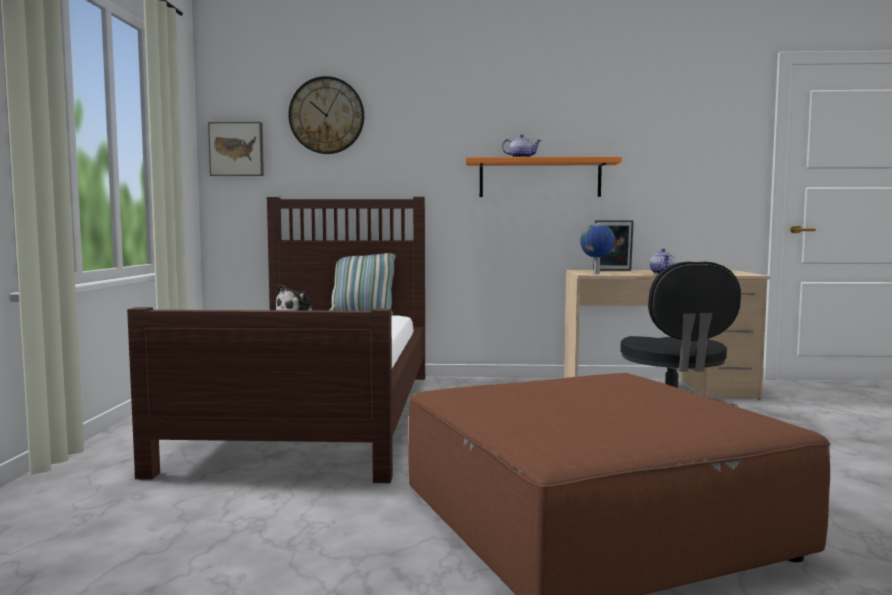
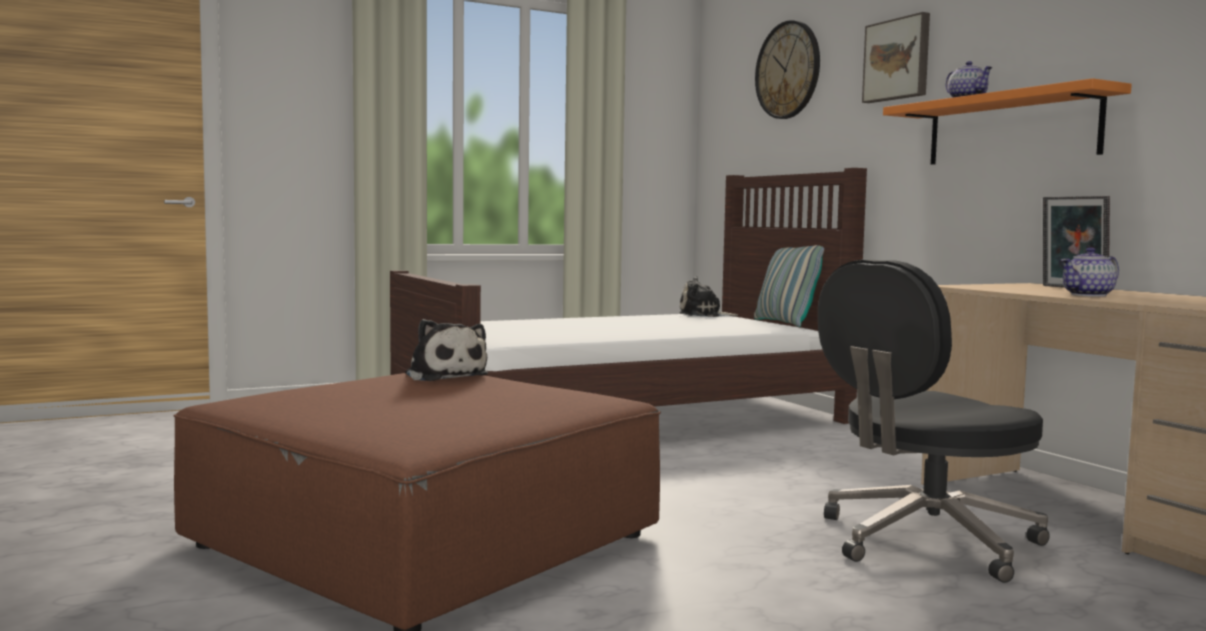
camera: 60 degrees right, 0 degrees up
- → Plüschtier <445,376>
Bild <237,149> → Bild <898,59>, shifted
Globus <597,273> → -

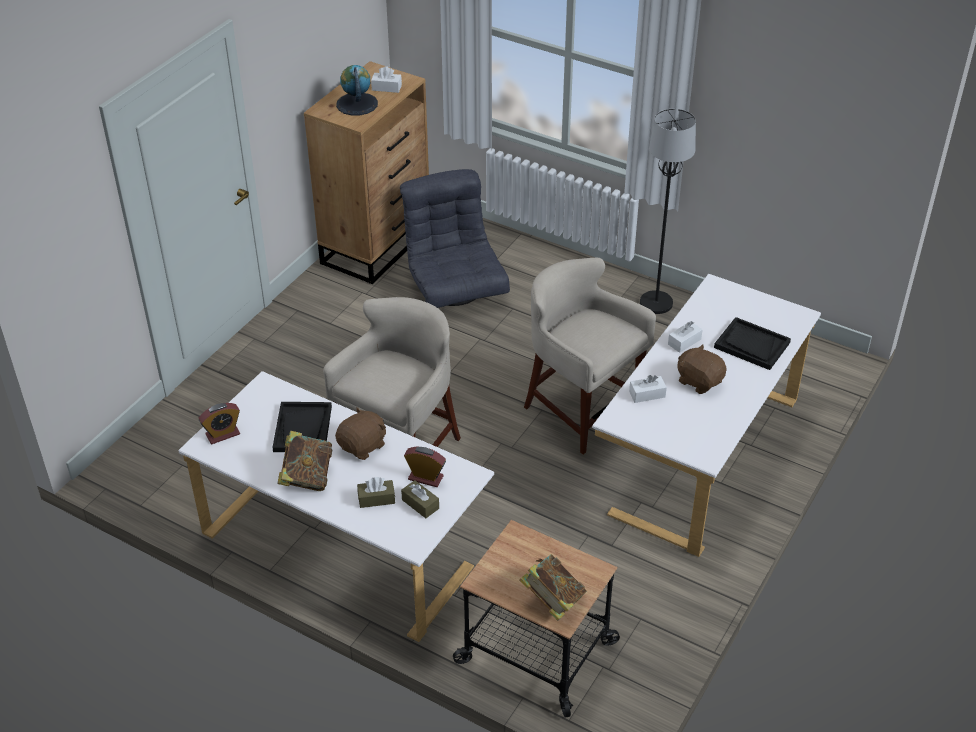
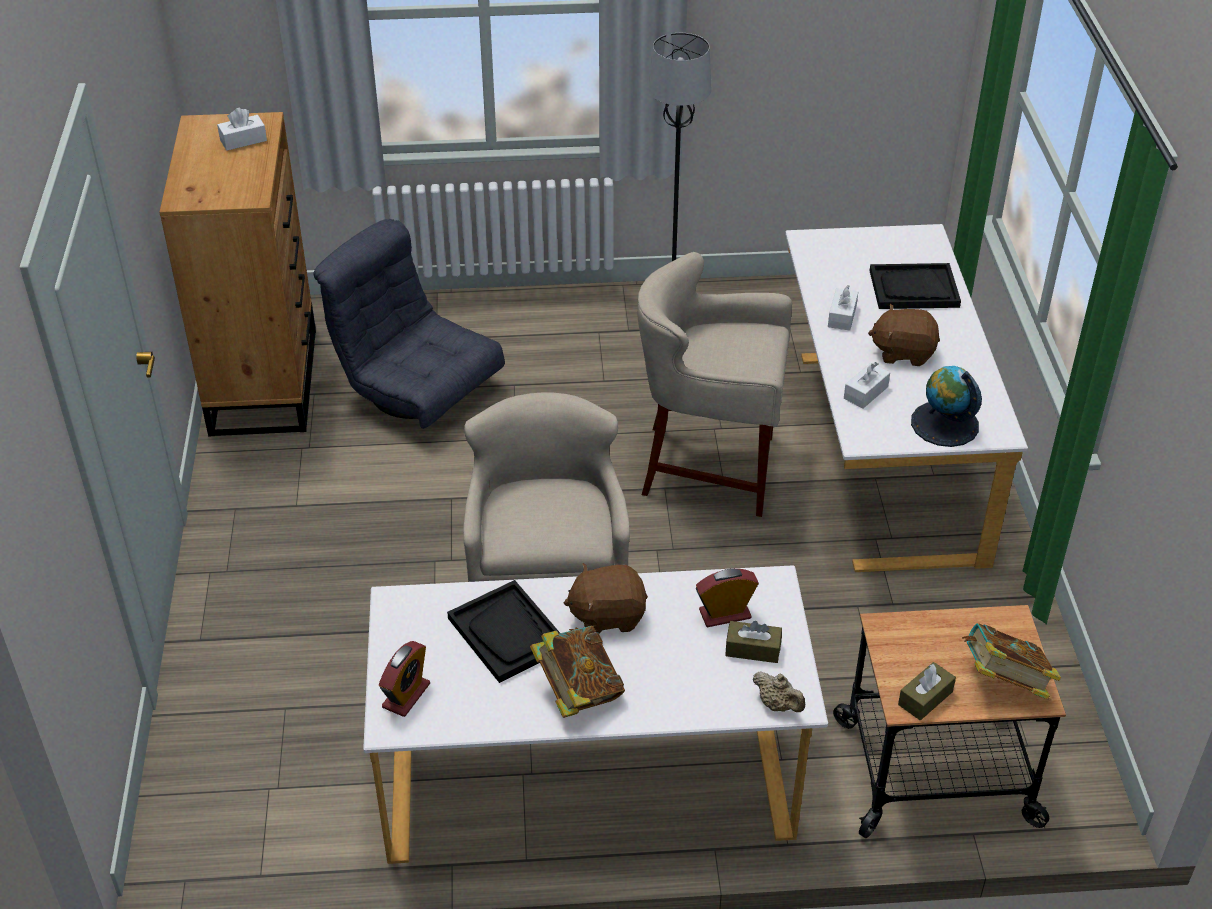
camera: 35 degrees left, 0 degrees up
Plüschtier/braun <363,446> → Plüschtier/braun <607,615>, 105 degrees counterclockwise
- → Teekanne/beige <778,705>
Taschentuchbox/braun <376,499> → Taschentuchbox/braun <925,698>, shifted
Globus <356,104> → Globus <944,424>, shifted

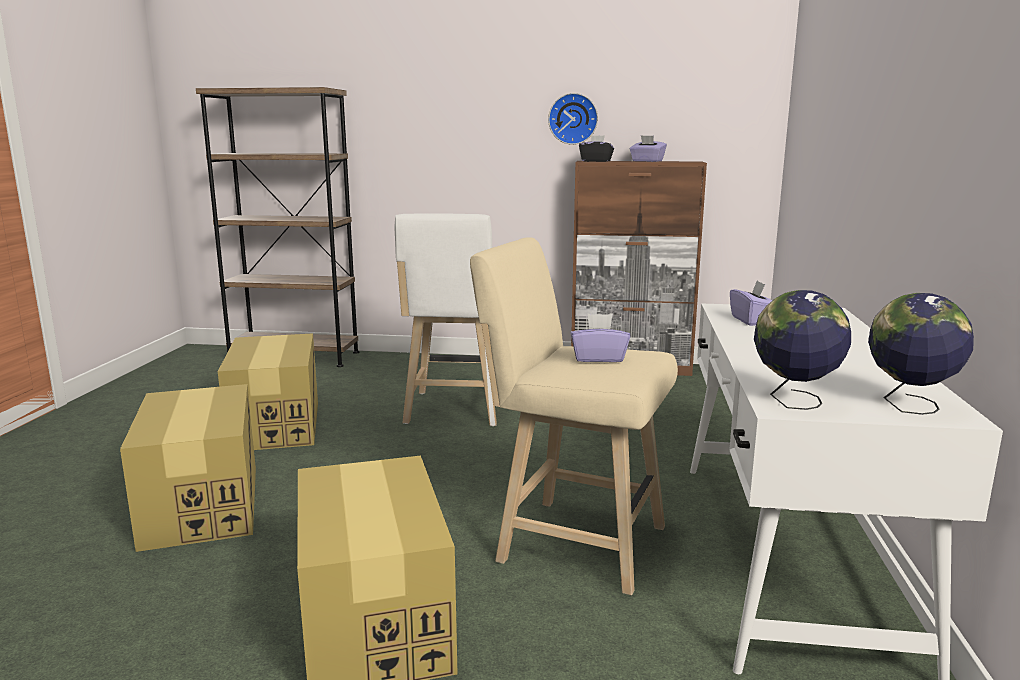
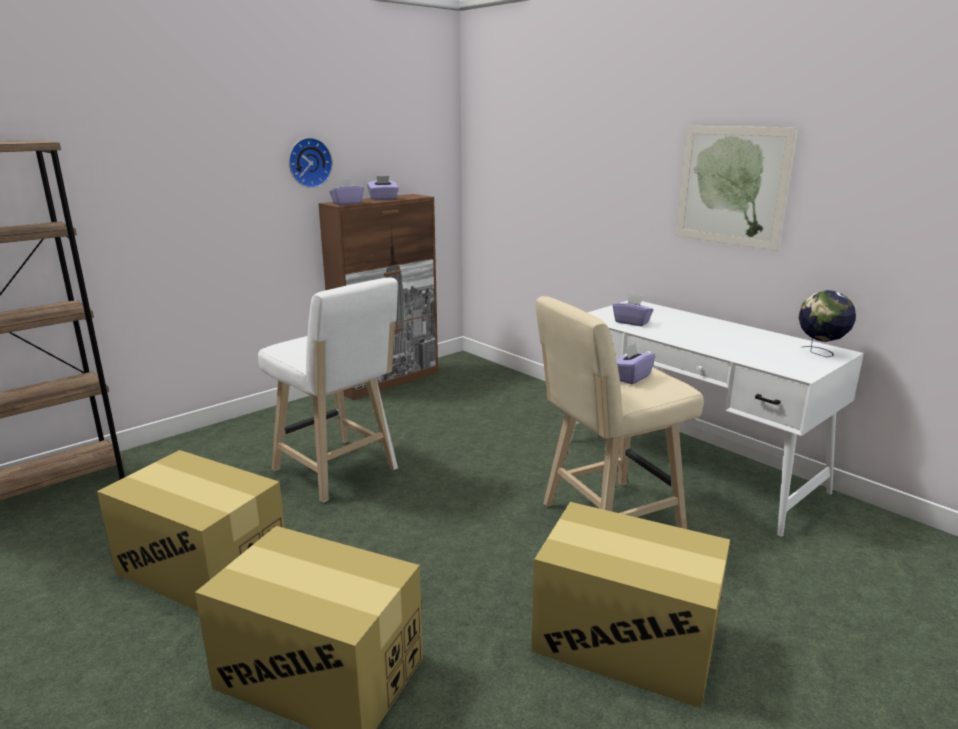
camera: 50 degrees left, 5 degrees up
Taschentuchbox/schwarz <596,161> → Taschentuchbox/lila <347,203>
- → Bild <732,186>
Globus <794,402> → -

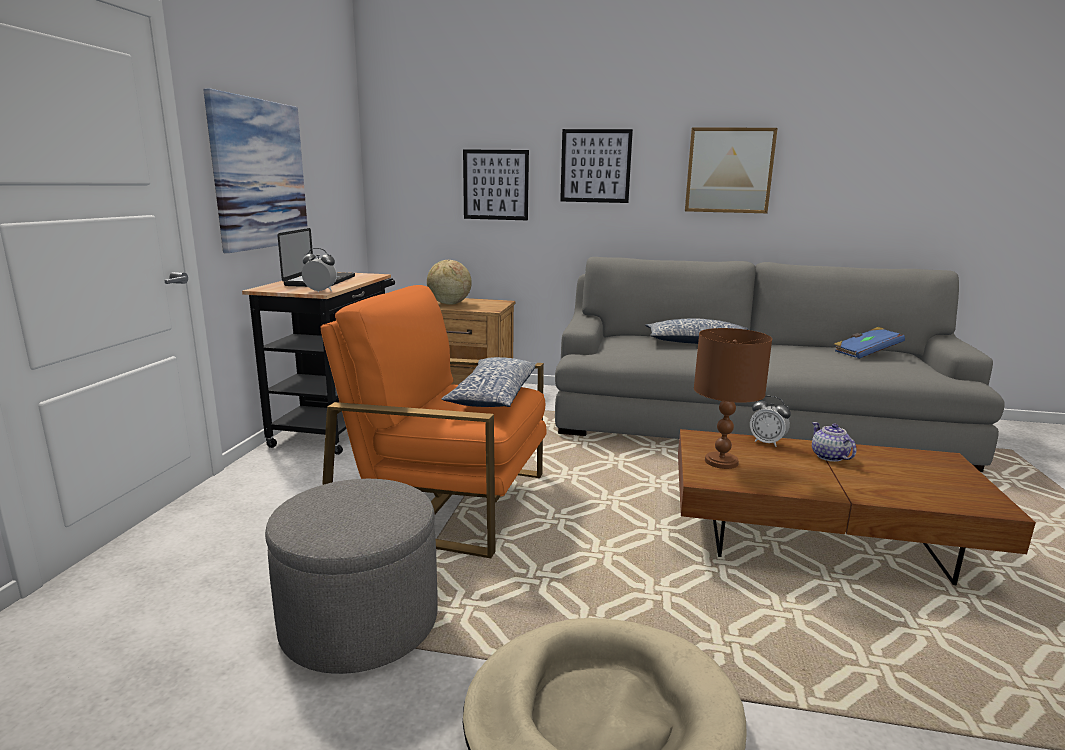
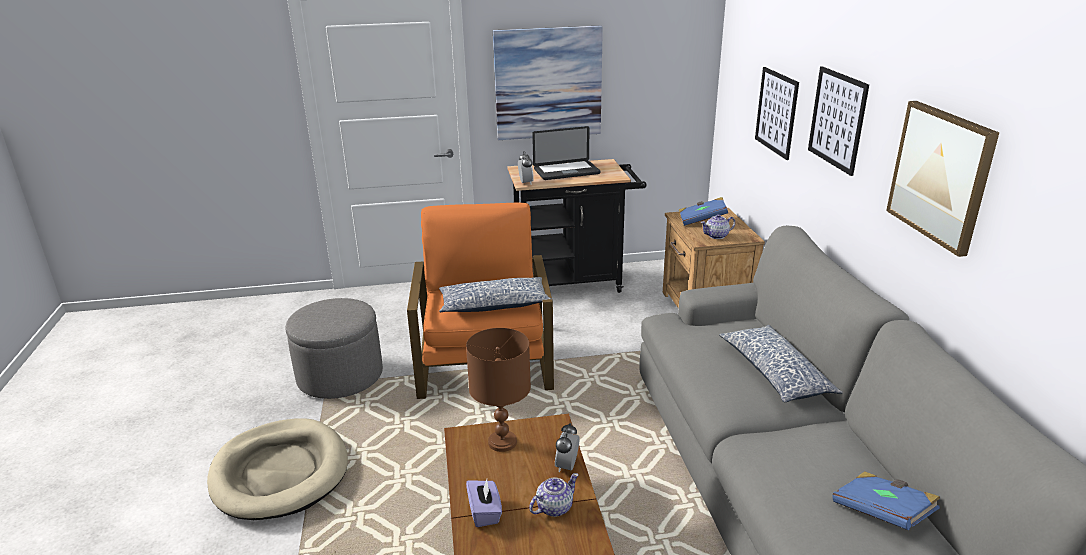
camera: 70 degrees right, 10 degrees up
- → Taschentuchbox/lila <485,512>
Globus <449,304> → Buch/blau <702,220>
- → Teekanne <717,236>

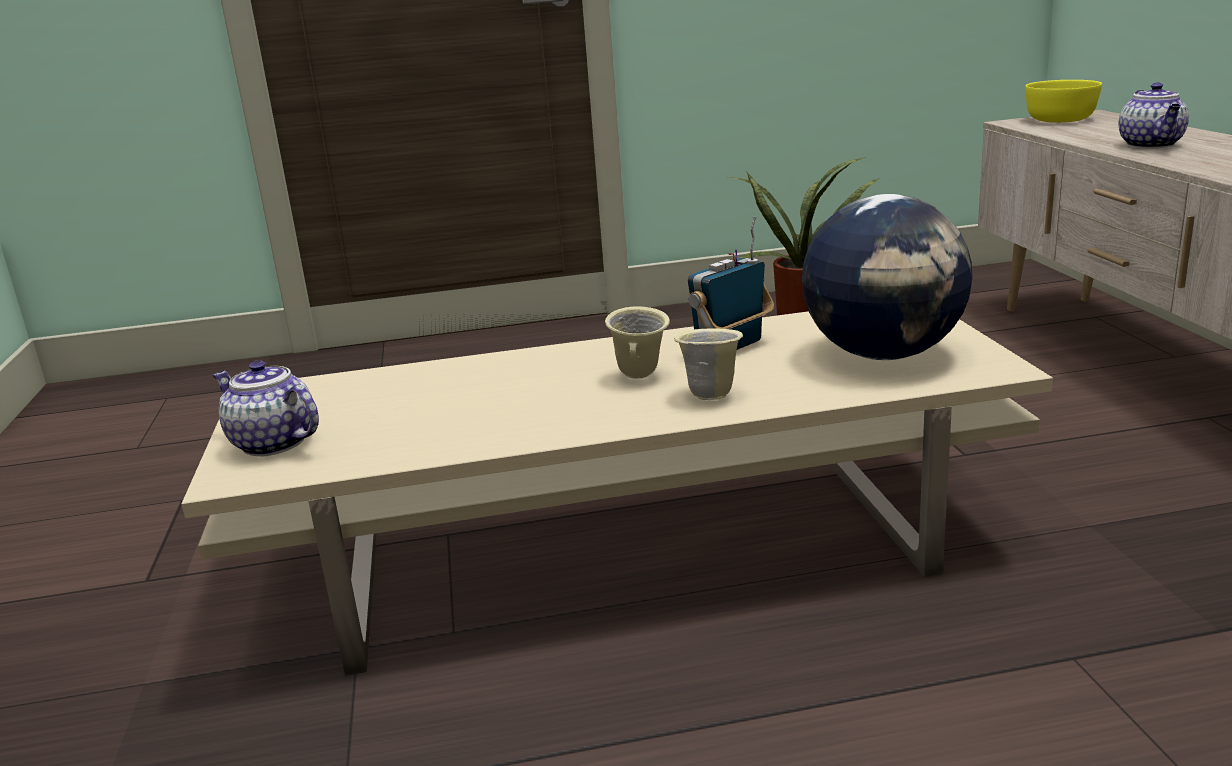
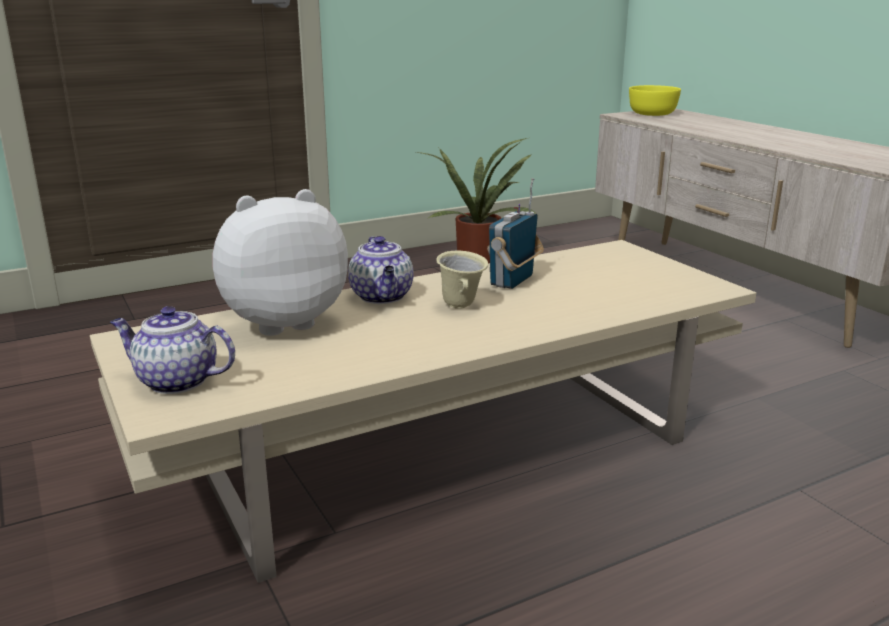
camera: 20 degrees left, 0 degrees up
- → Plüschtier <281,322>
Teekanne <1151,145> → Teekanne <382,297>, shifted
Henkelbecher/beige <710,395> → -
Globus <884,354> → -

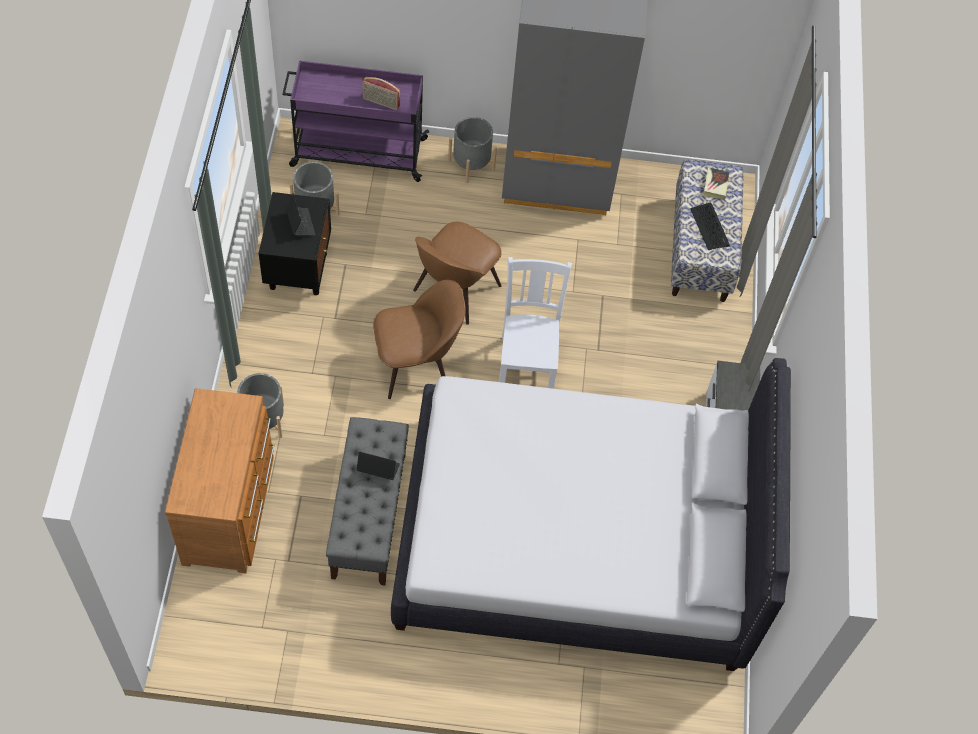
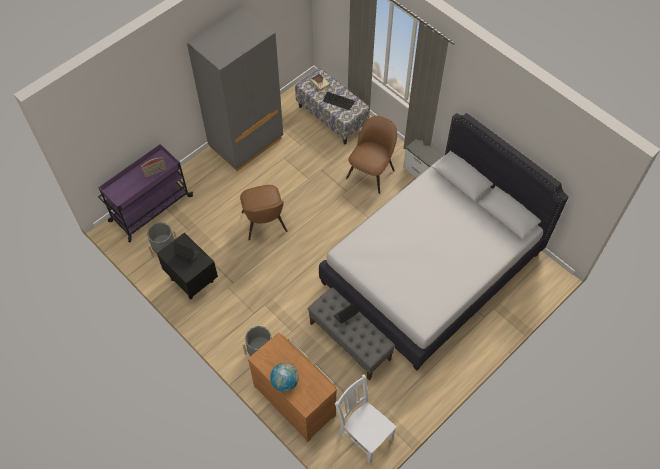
camera: 45 degrees left, 0 degrees up
- → Globus <285,382>
Stuhl/weiß <527,364> → Stuhl/weiß <364,434>, shifted
Stuhl/braun <417,364> → Stuhl/braun <371,172>, shifted
Pflanzkübel/grau <471,165> → -

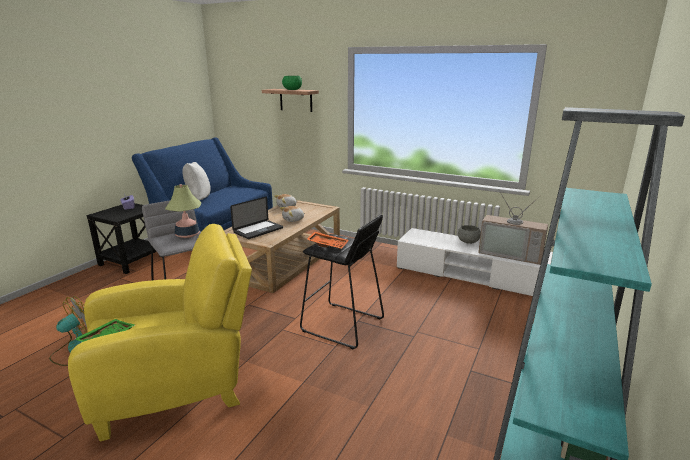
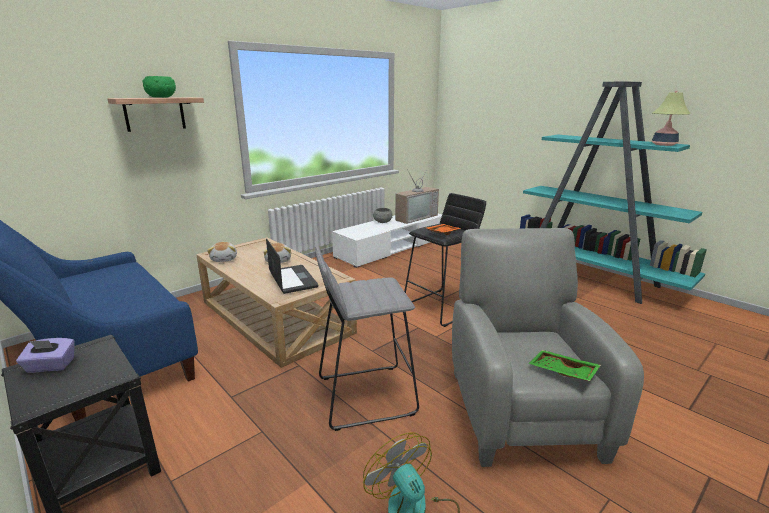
camera: 70 degrees left, 0 degrees up
Sessel/gelb <177,385> → Sessel/grau <520,407>
Tischlampe <187,235> → Tischlampe <664,144>, shifted
Kissen/weiß <198,199> → -

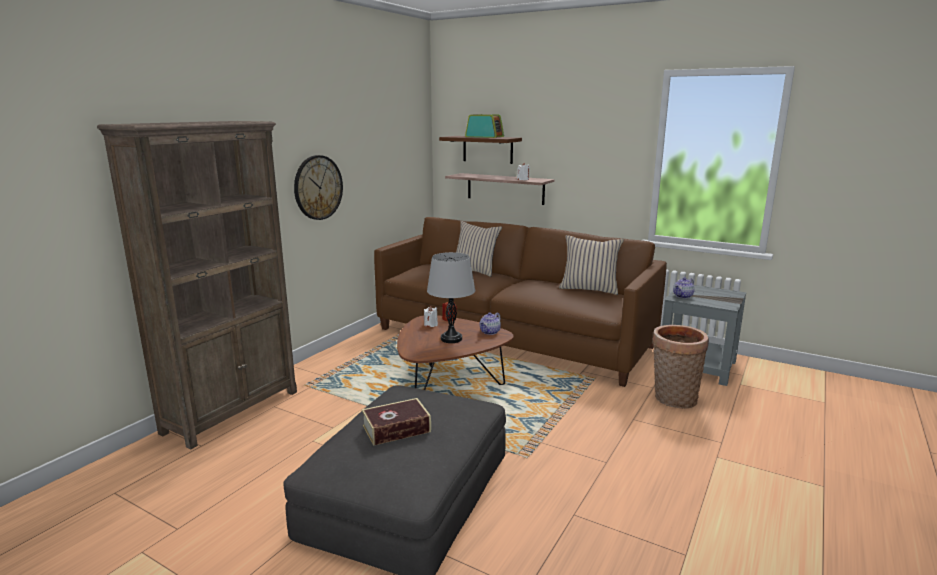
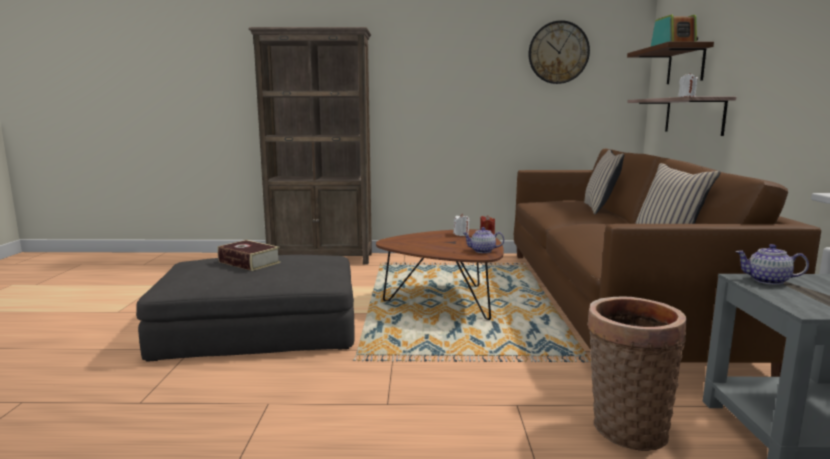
camera: 60 degrees right, 5 degrees down
Wanduhr <318,187> → Wanduhr <558,52>, shifted
Tischlampe/grau <451,339> → -

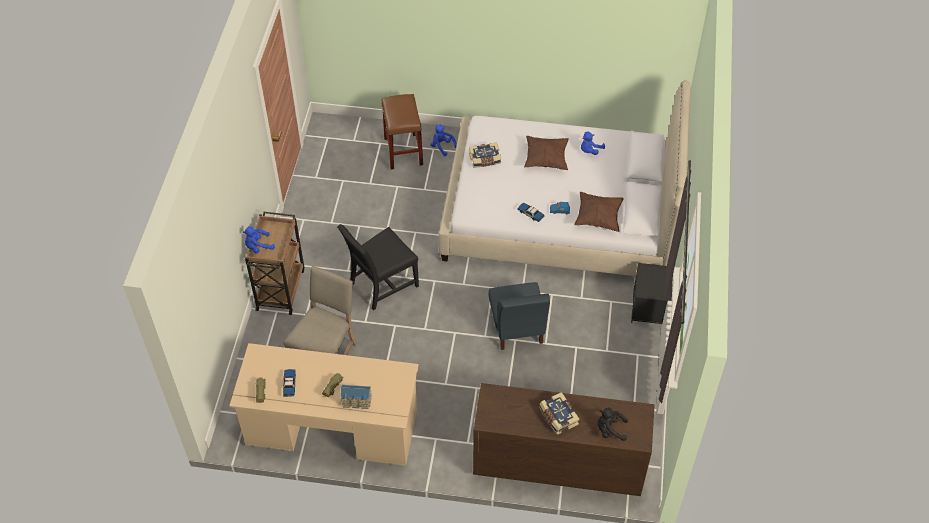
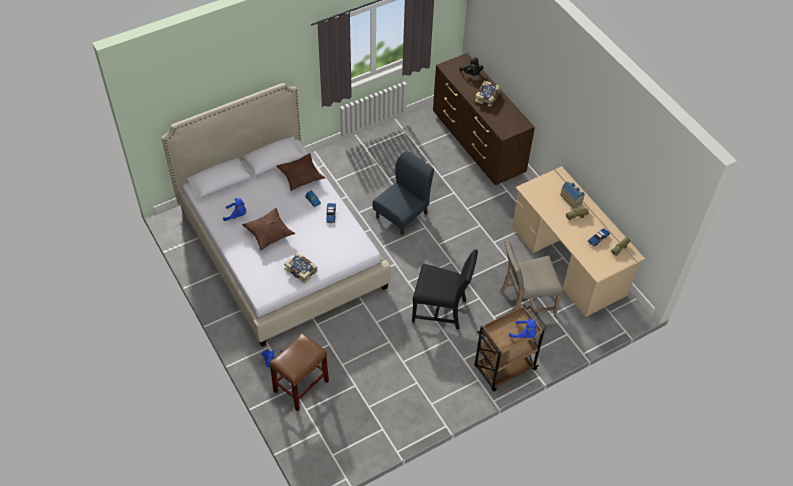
camera: 130 degrees left, 0 degrees up
Nachttisch/schwarz <649,308> → -

